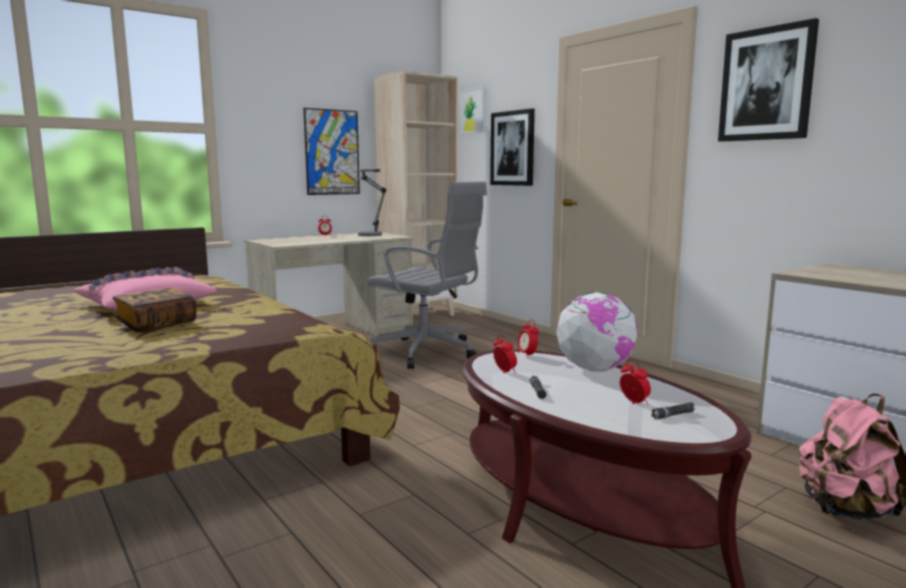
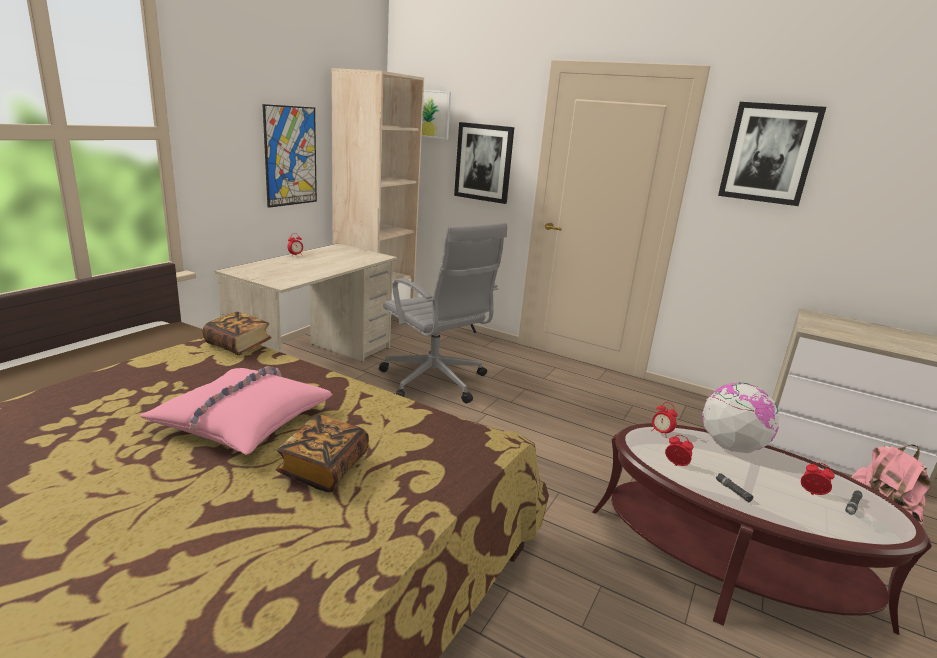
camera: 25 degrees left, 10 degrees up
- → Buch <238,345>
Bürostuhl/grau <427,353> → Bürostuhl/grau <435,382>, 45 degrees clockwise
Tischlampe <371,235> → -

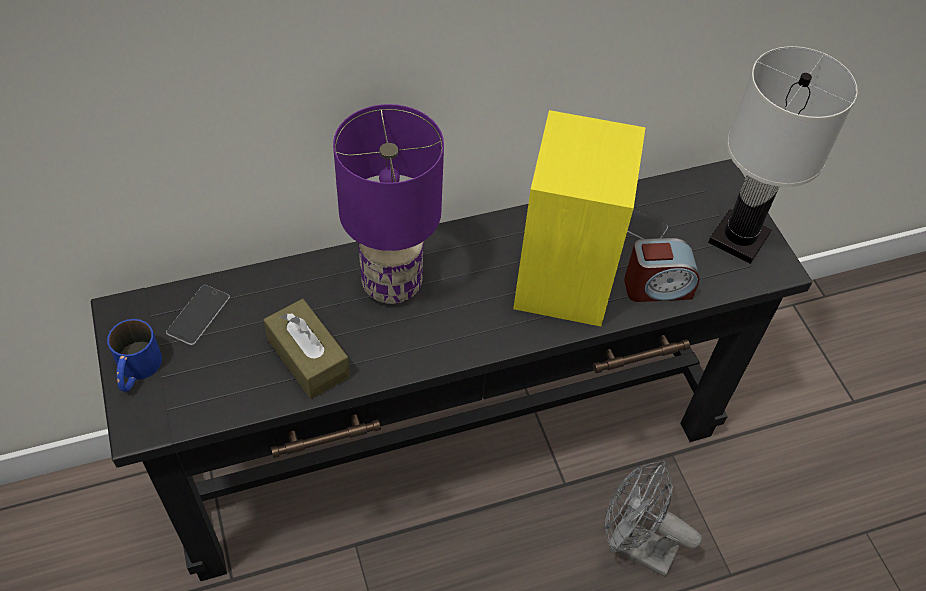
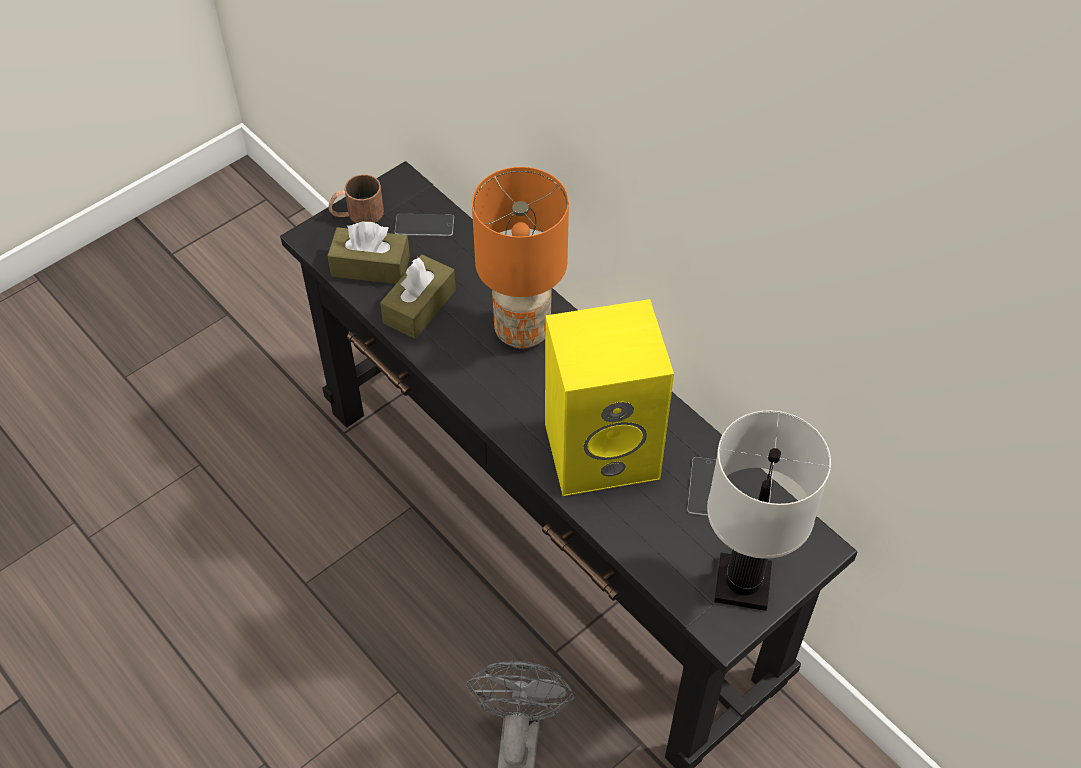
camera: 70 degrees right, 0 degrees up
- → Taschentuchbox/braun <370,266>
Henkelbecher/blau <136,370> → Henkelbecher/braun <357,214>
Tischlampe/lila <390,285> → Tischlampe/orange <521,330>
Wecker <657,287> → -

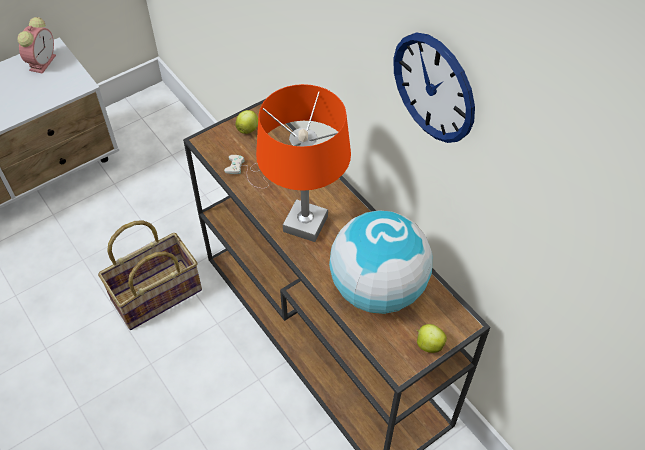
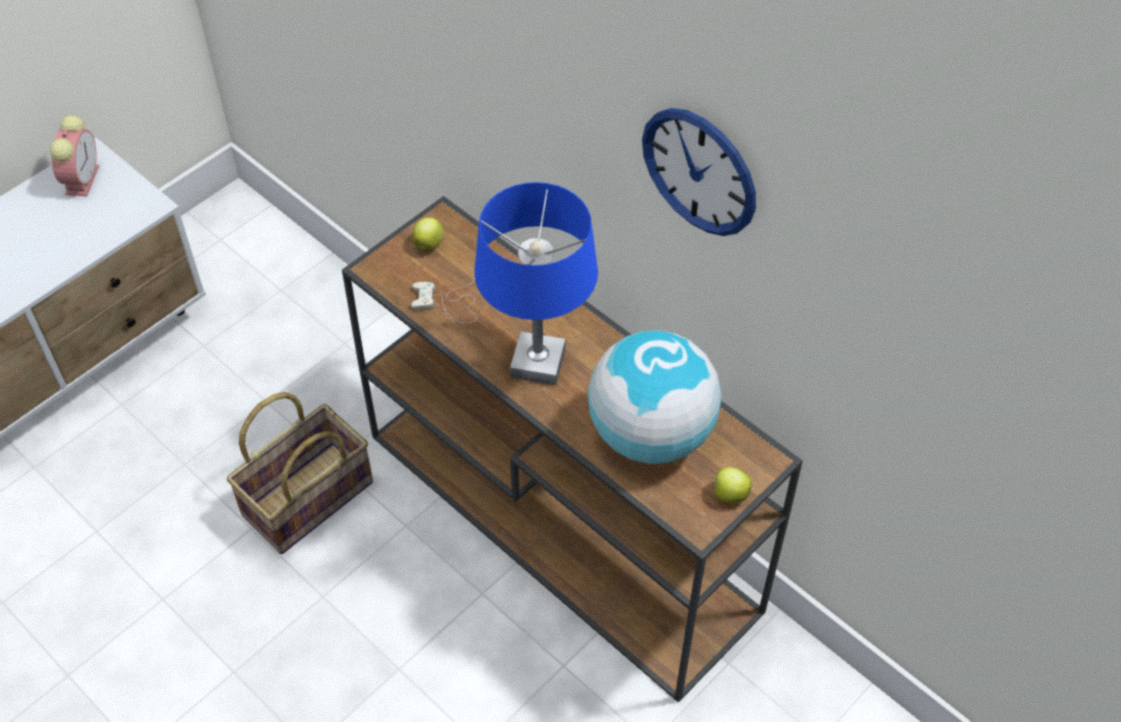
camera: 10 degrees left, 0 degrees up
Tischlampe/orange <305,224> → Tischlampe/blau <537,363>

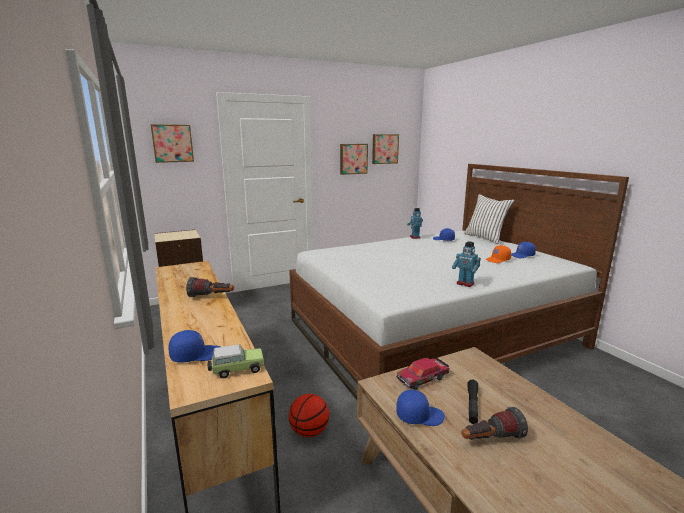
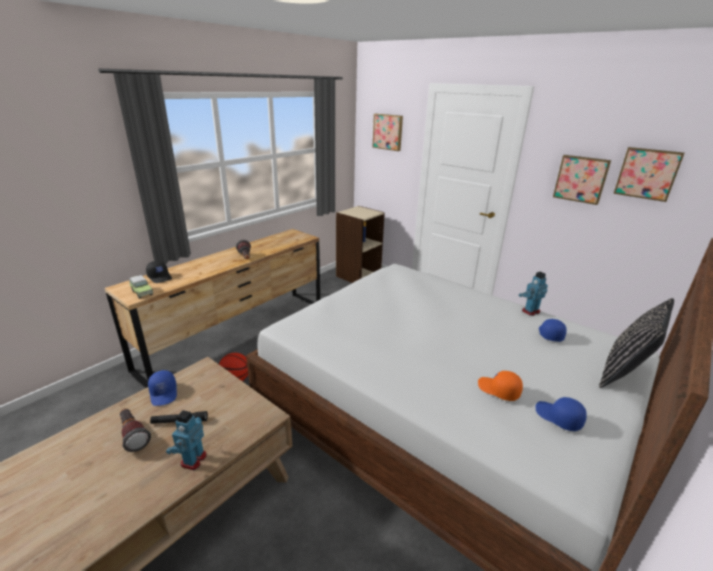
camera: 65 degrees right, 10 degrees up
Kappe/blau <196,354> → Kappe/schwarz <160,277>
Spielzeugroboter <465,284> → Spielzeugroboter <193,459>, shifted
Kissen/weiß <485,238> → Kissen/schwarz <624,373>
Spielzeugauto <423,378> → -

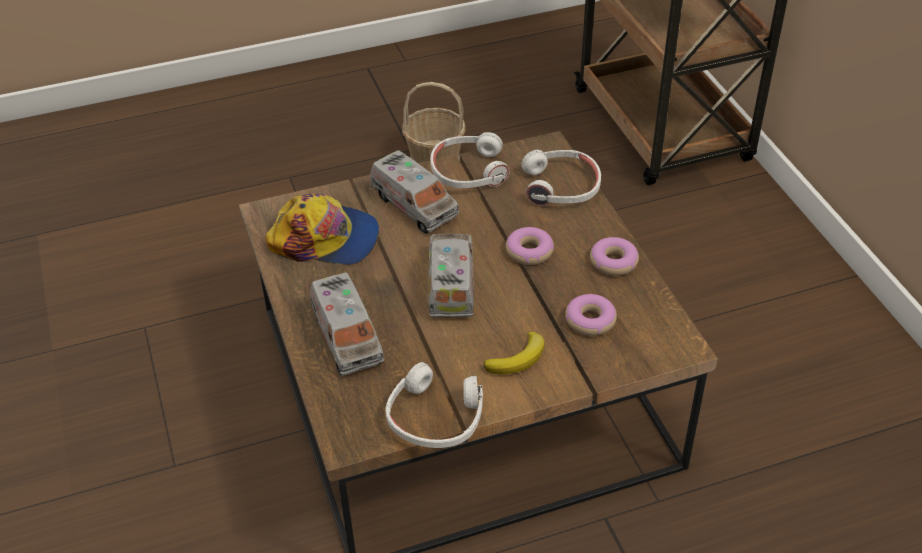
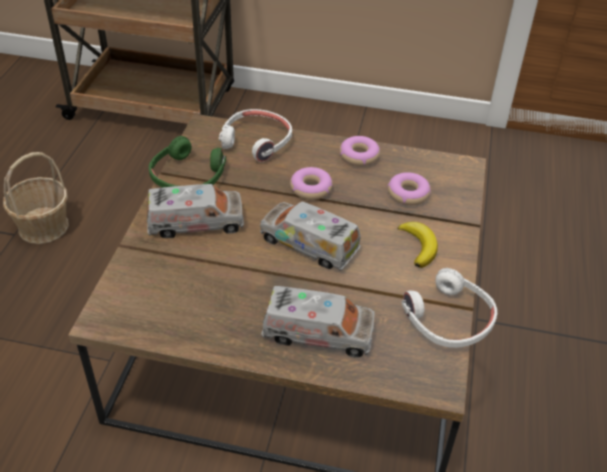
camera: 60 degrees left, 0 degrees up
Kopfhörer/weiß <468,171> → Kopfhörer/grün <188,176>
Kappe <325,239> → -

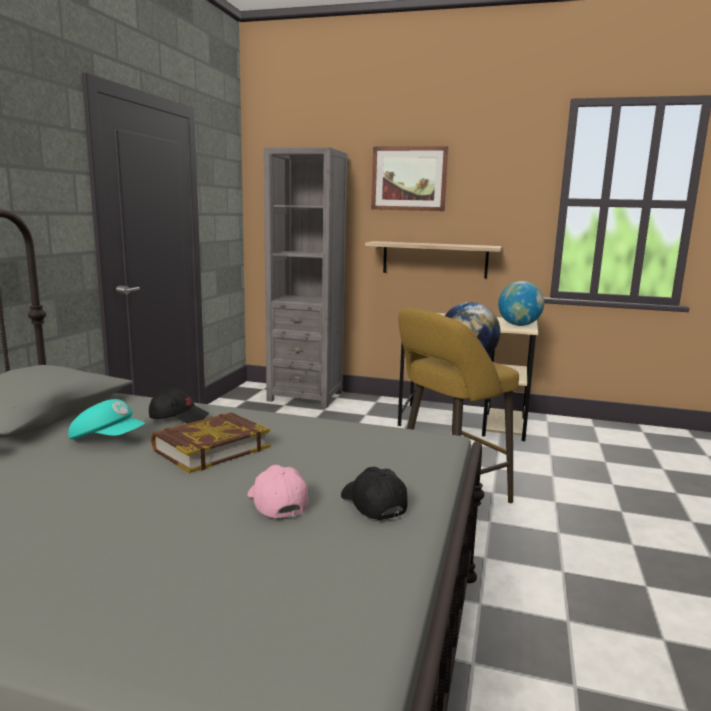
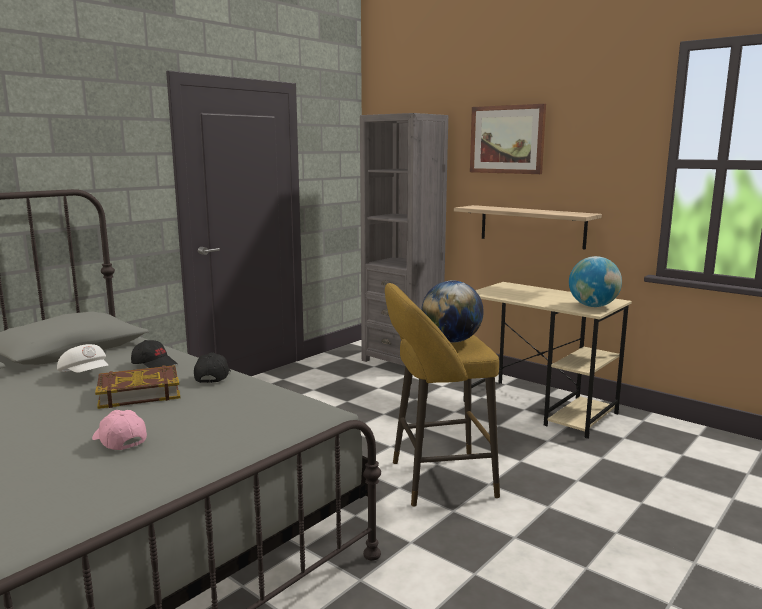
camera: 25 degrees right, 0 degrees up
Kappe/türkis <108,439> → Kappe/weiß <86,375>
Kappe/rosa <276,502> → Kappe/rosa <118,440>, 45 degrees counterclockwise
Kappe/schwarz <372,504> → Kappe/schwarz <212,376>, shifted

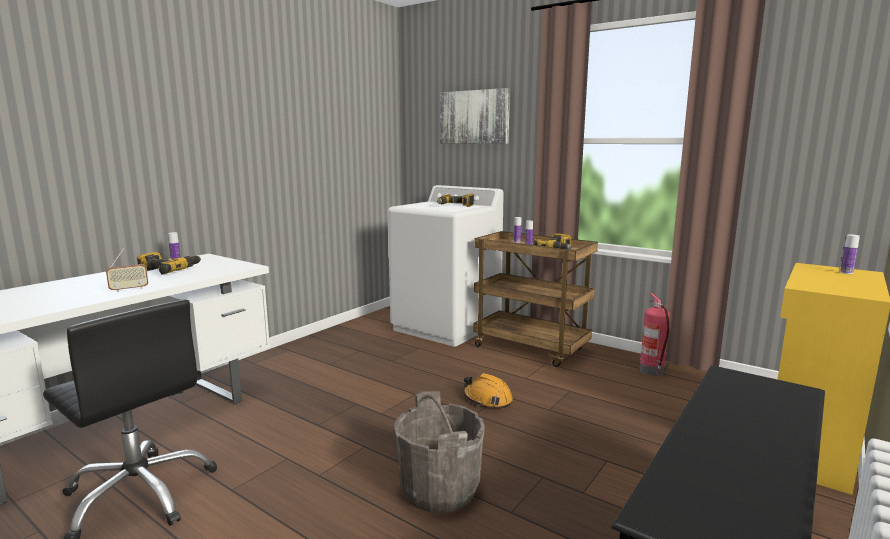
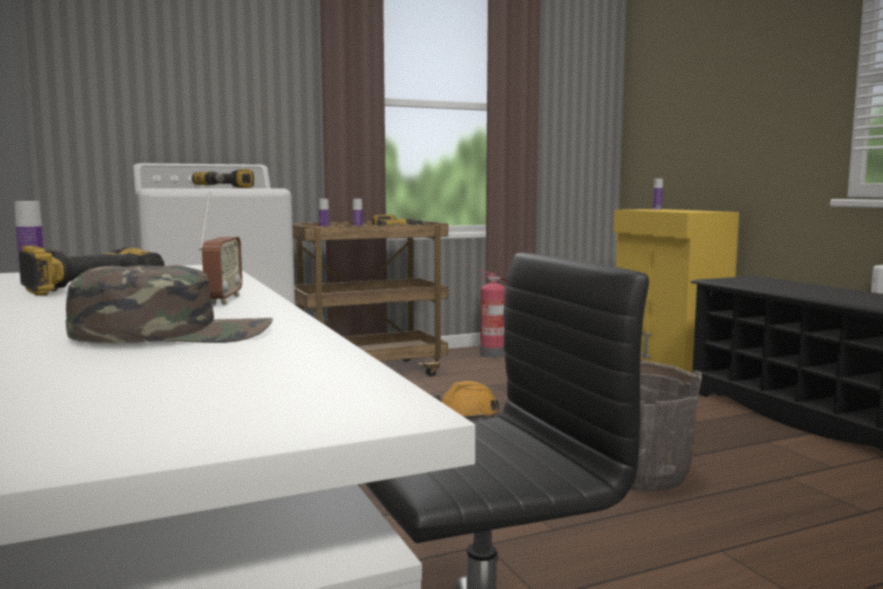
camera: 60 degrees left, 5 degrees down
- → Kappe/grün <173,333>
Bild <474,117> → -

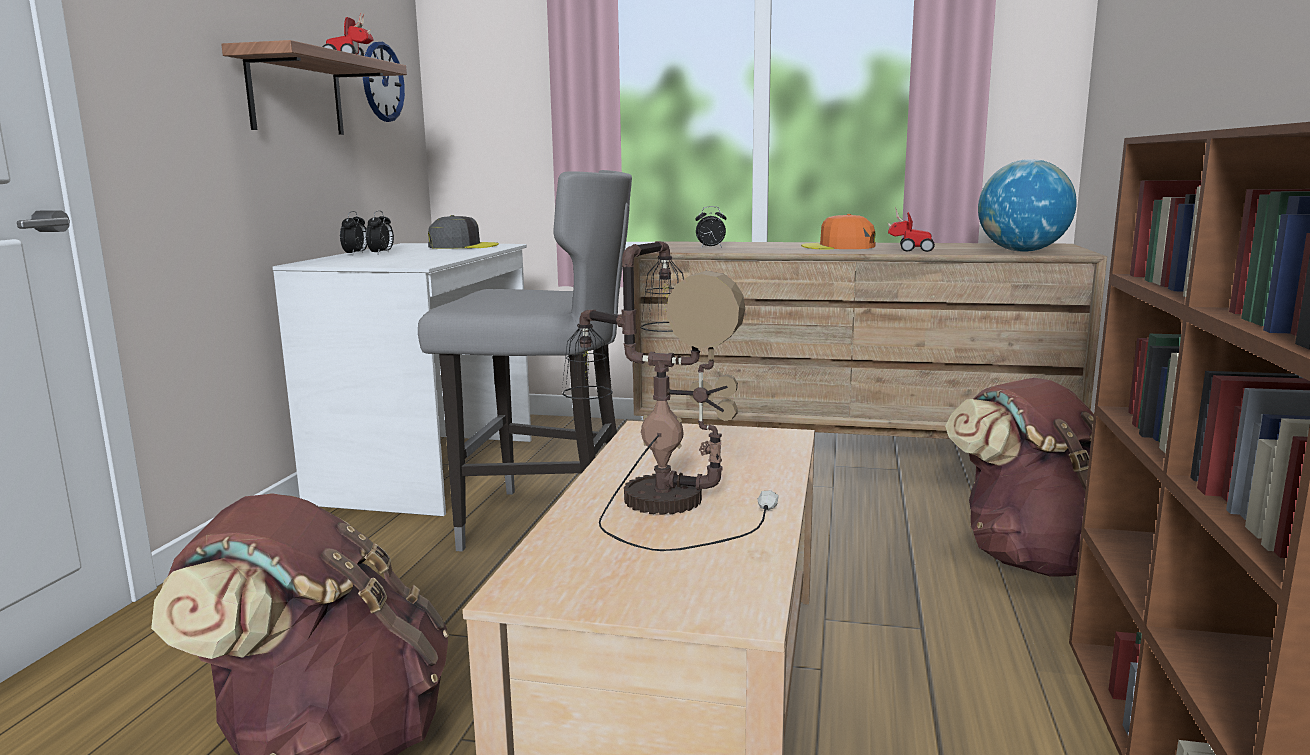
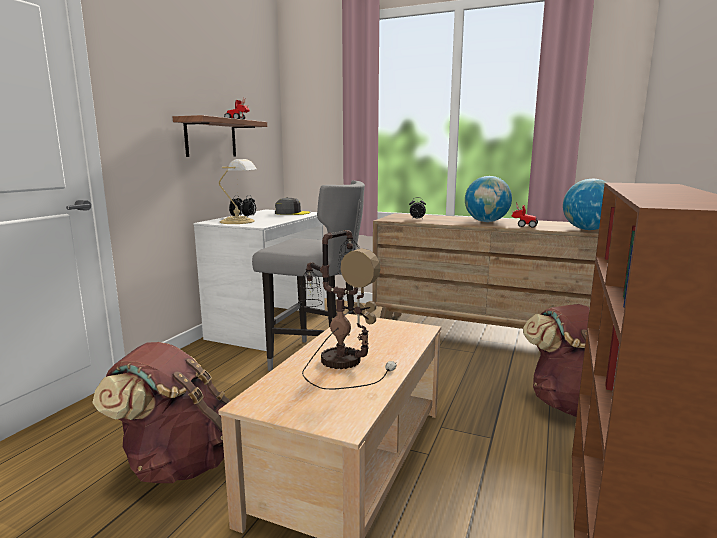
camera: 10 degrees right, 0 degrees up
- → Tischlampe <239,221>
Kappe/orange <839,247> → Globus <486,221>
Wanduhr <383,82> → -

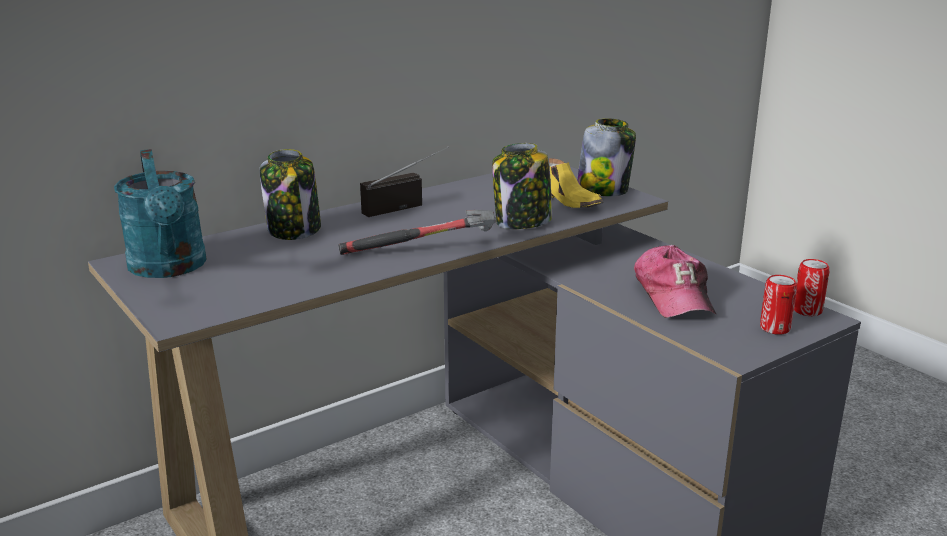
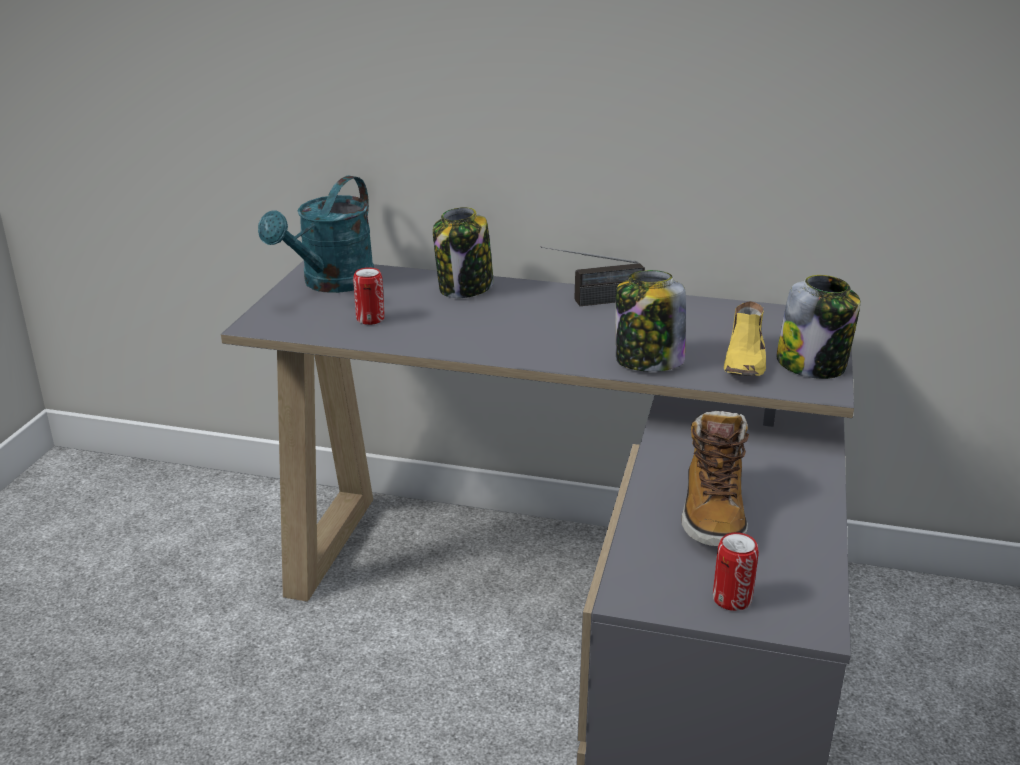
camera: 50 degrees right, 5 degrees up
Dose <807,310> → Dose <370,319>, shifted
Radio <405,206> → Radio <591,302>, 150 degrees clockwise
Kappe <674,296> → Stiefel <712,512>
Hammer <424,251> → -

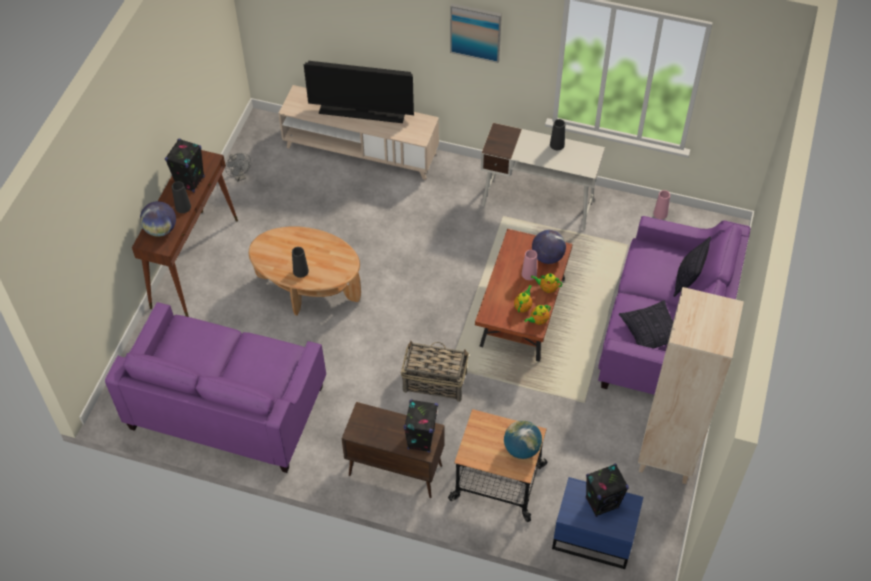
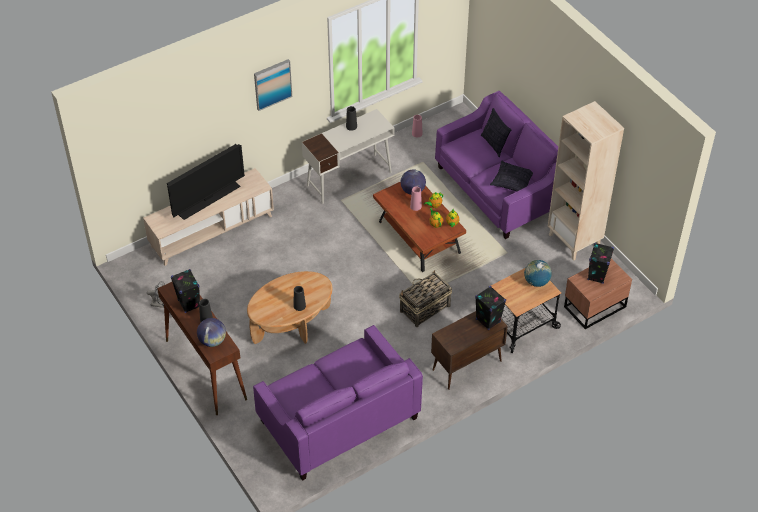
camera: 50 degrees left, 5 degrees down
Nachttisch/blau <593,535> → Nachttisch/braun <593,306>

